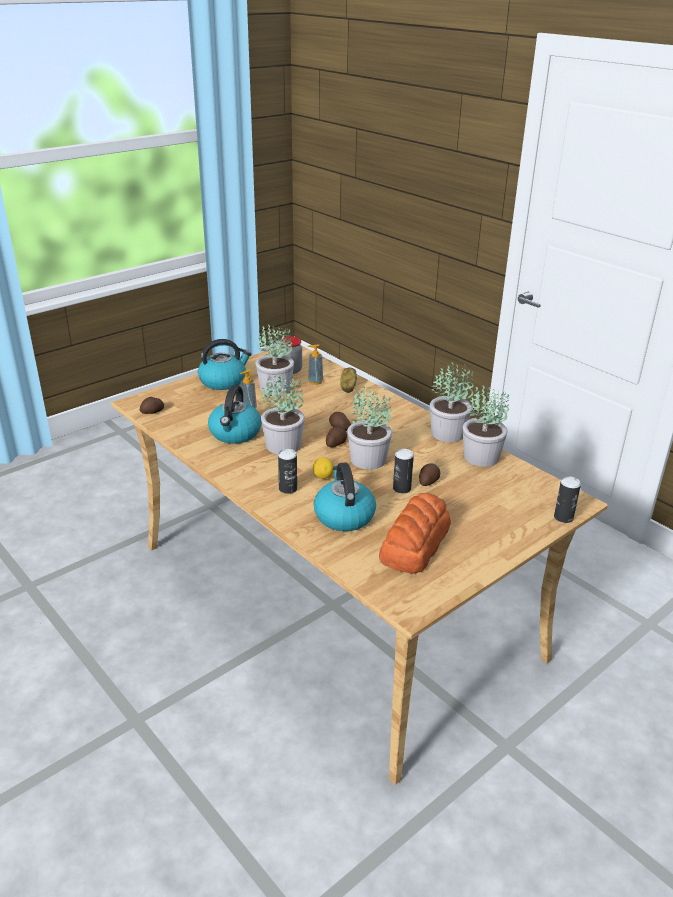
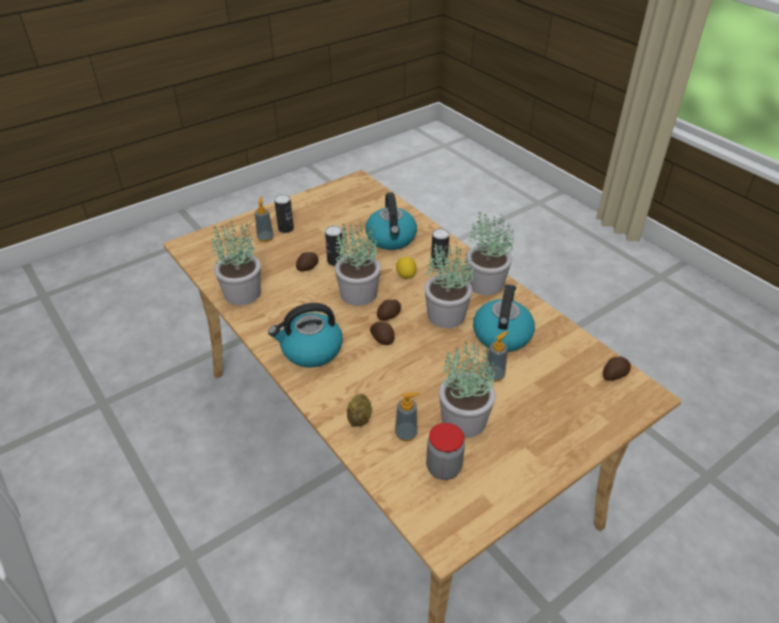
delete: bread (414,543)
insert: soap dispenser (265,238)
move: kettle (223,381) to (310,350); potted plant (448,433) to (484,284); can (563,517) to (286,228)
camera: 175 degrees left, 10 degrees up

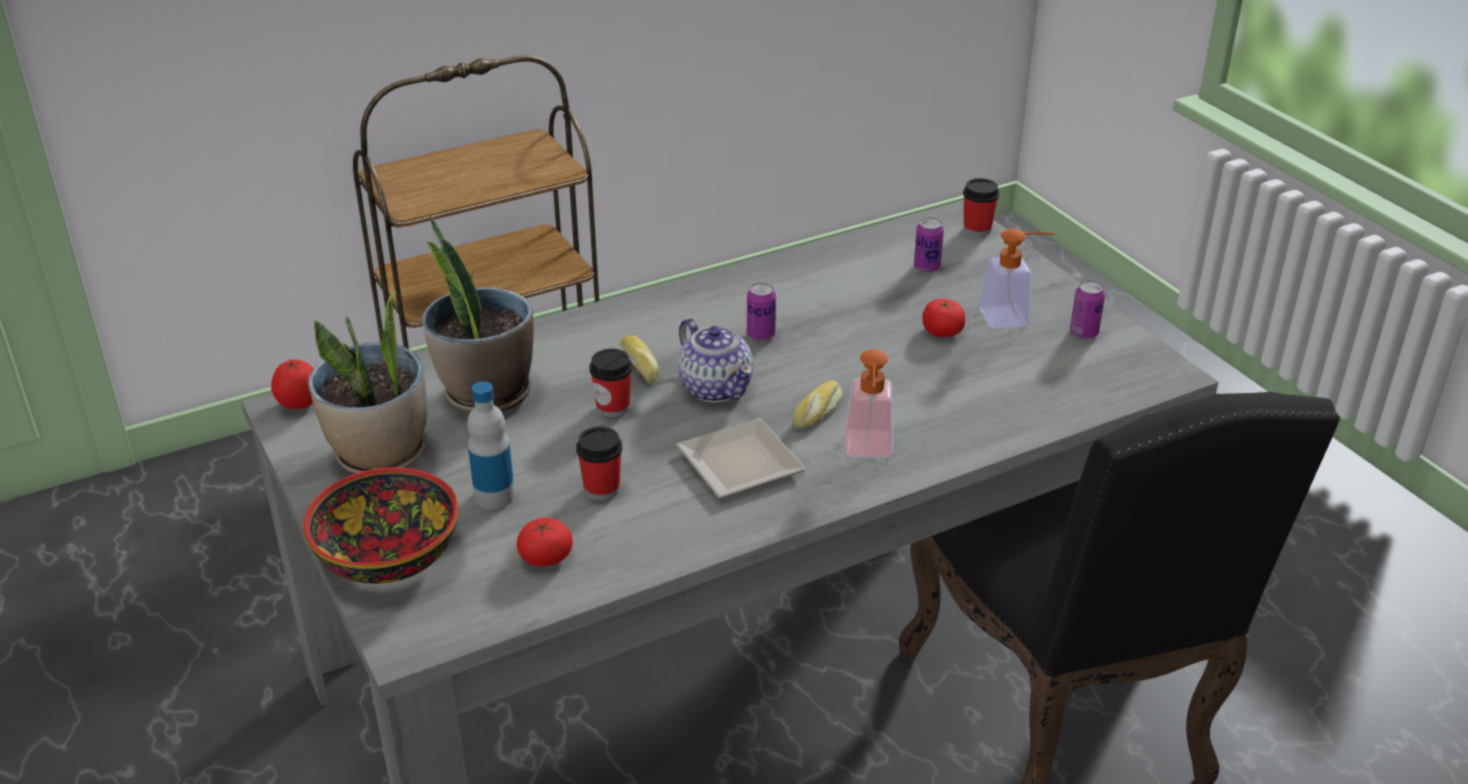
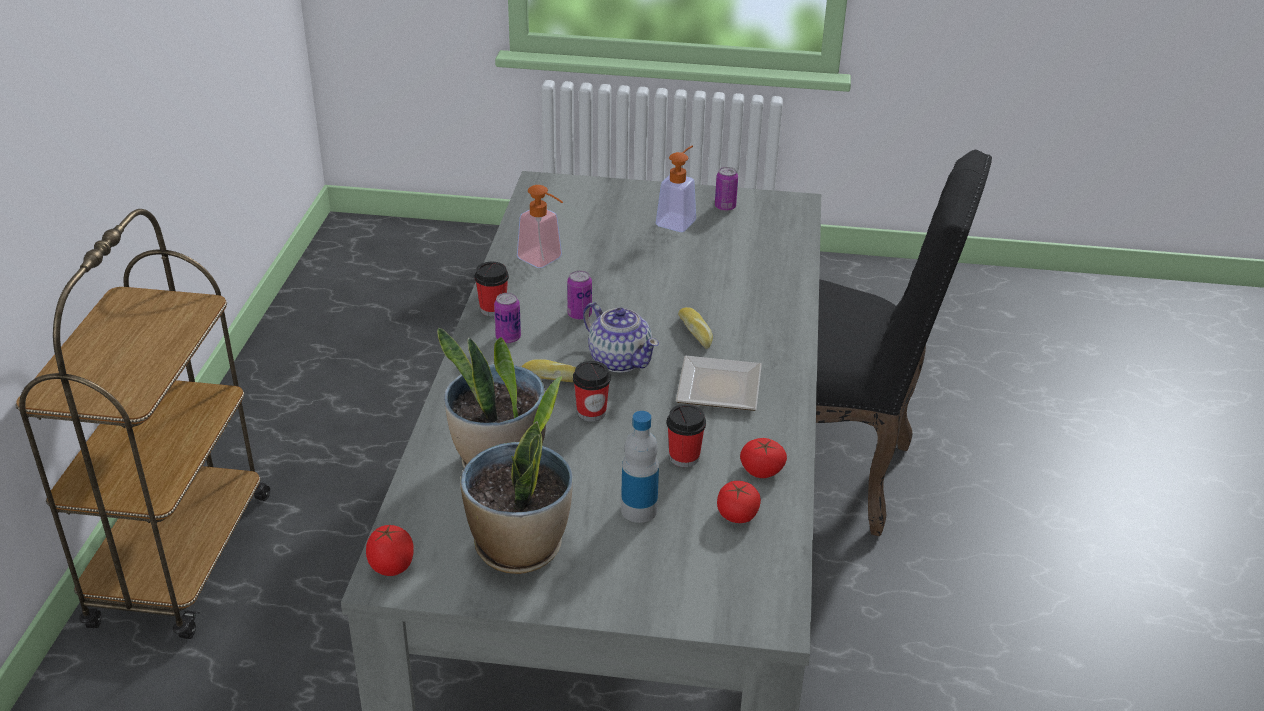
delete: bowl (390,556)
move: soap dispenser (868,452) to (545,261); can (926,267) to (508,338); tomato (942,331) to (761,470); cup (977,229) to (493,309)
rotate: teapot (715,387) = (620,359) 45 degrees clockwise
camera: 55 degrees left, 0 degrees up

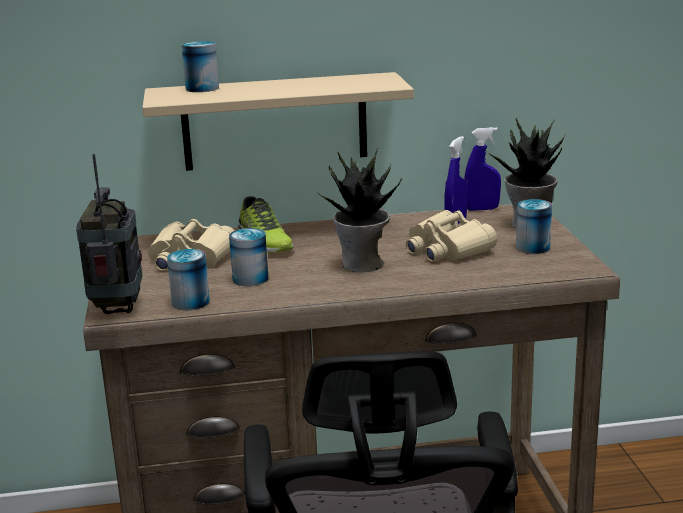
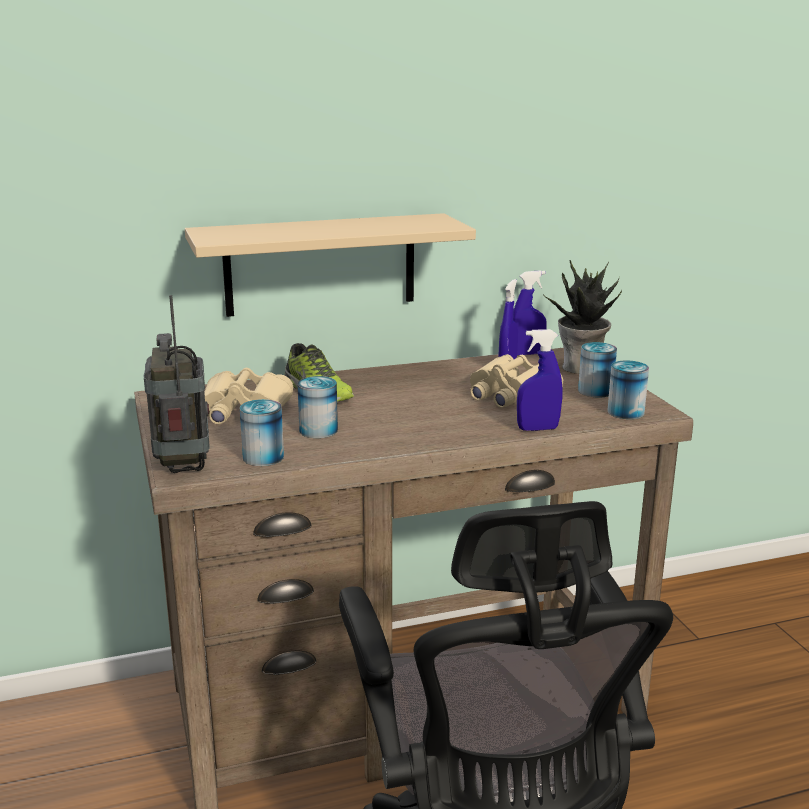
delete: potted plant (362,265)
insert: blue spray bottle (537,429)
move: can (202,88) to (625,412)
camera: 10 degrees left, 0 degrees up

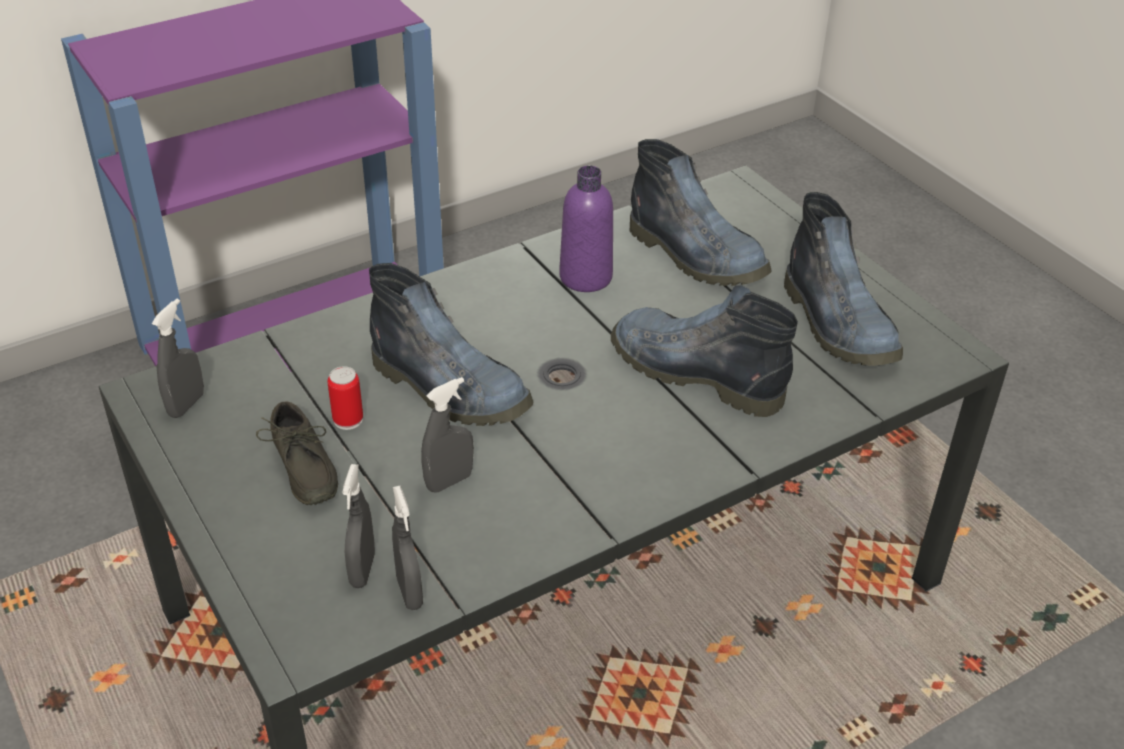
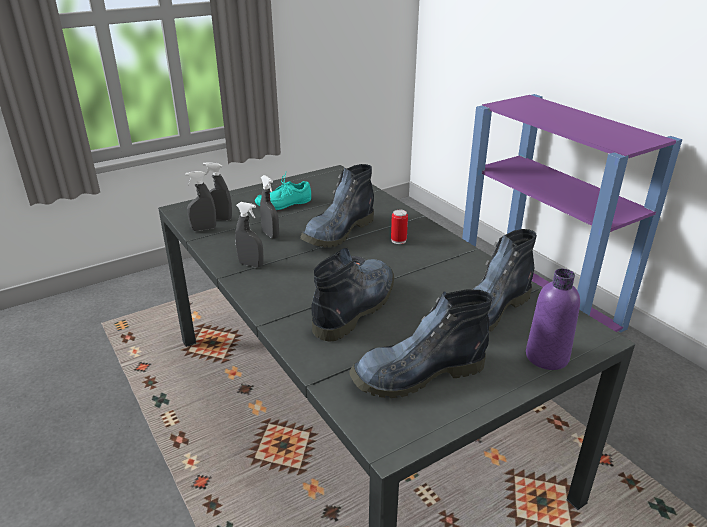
move: grey spray bottle (186,405) to (251,264); can (348,420) to (398,240); purple bottle (585,277) to (547,357)
recolor: grey shoe (300,471) to turquoise shoe (283,203)
camera: 90 degrees right, 10 degrees down

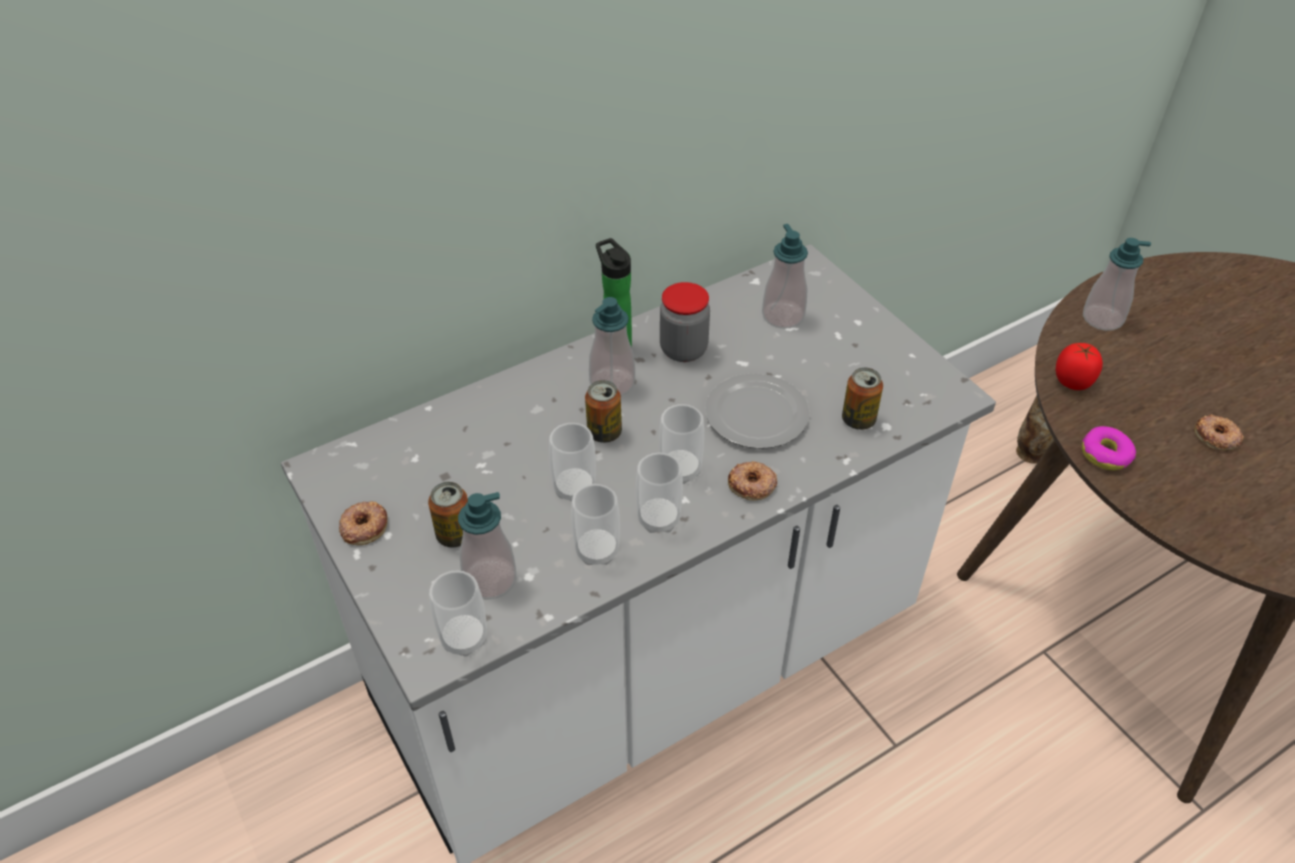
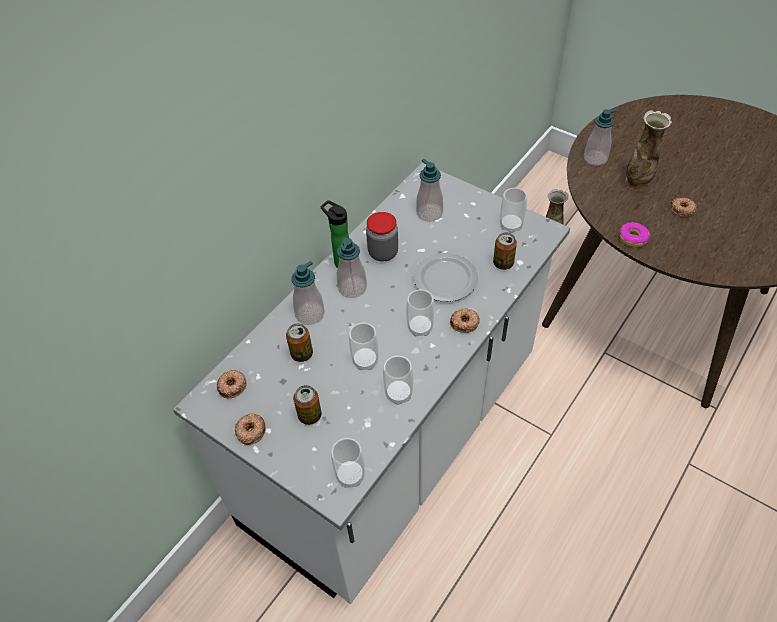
delete: tomato (1073,382)
insert: donut (232,385); vase (637,183)
move: soap dispenser (490,579) to (310,314); can (604,432) to (301,354); cup (658,519) to (511,225)
camera: 20 degrees left, 5 degrees up

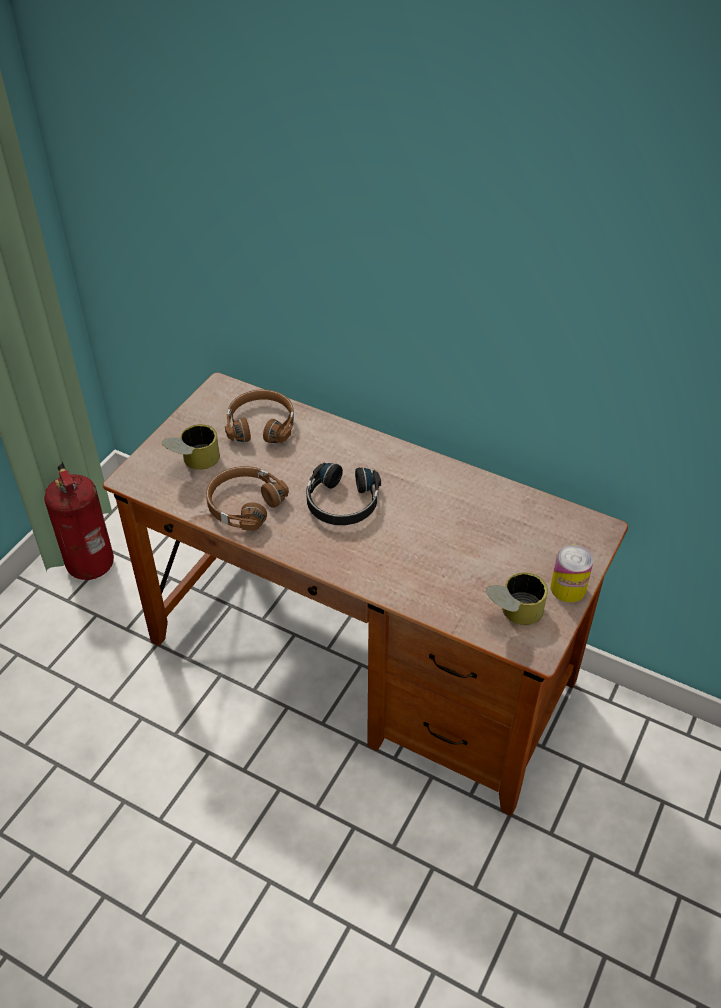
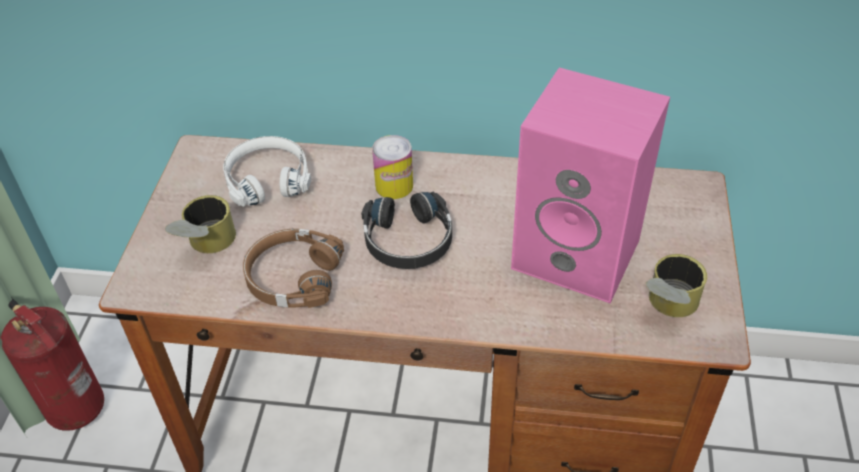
insert: pink speaker (579,253)
move: can (568,588) to (394,186)
recolor: brown headphones (261,424) to white headphones (267,179)
camera: 20 degrees left, 0 degrees up

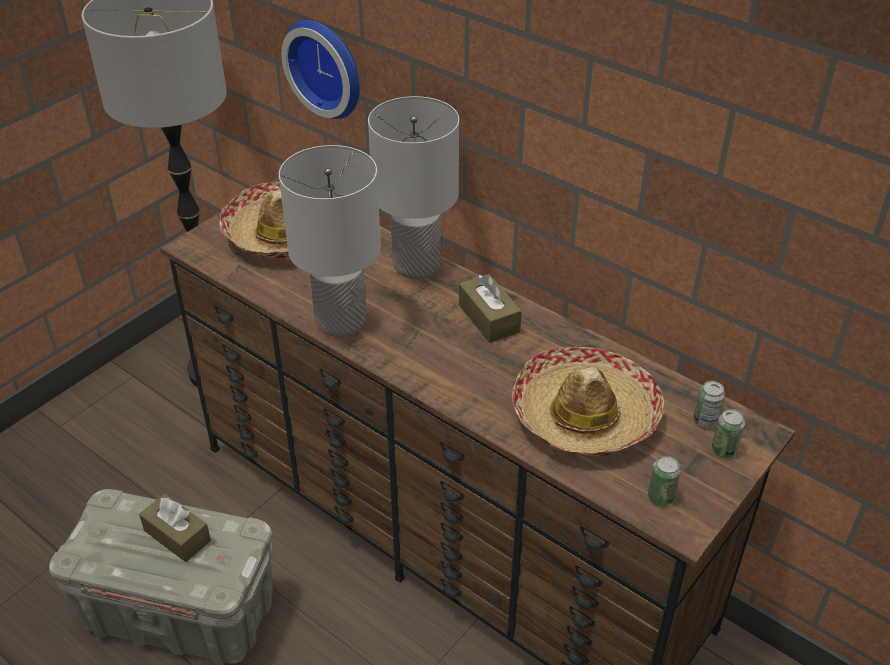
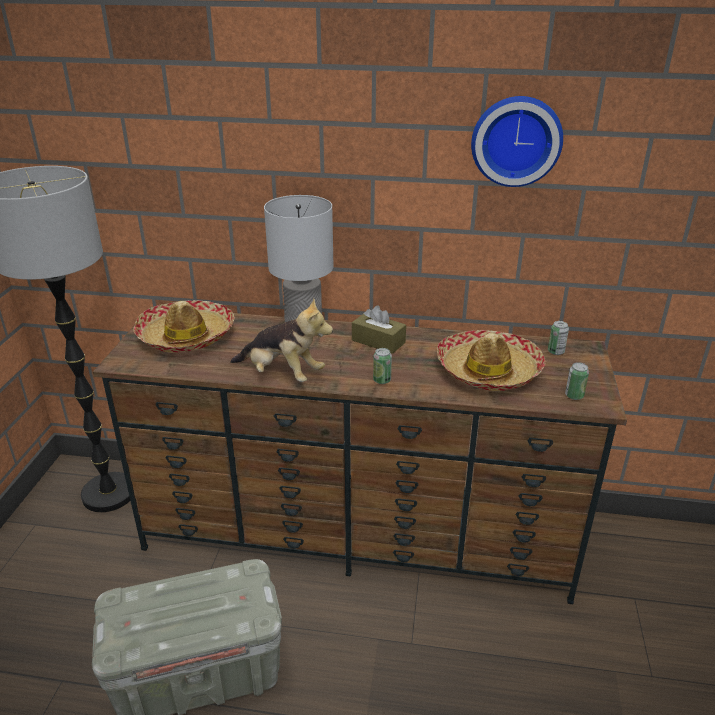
delete: brown tissue box (177,535)
move: wall clock (327,66) to (516,140); can (724,450) to (382,380)
replace: grey table lamp (340,324) to plush toy (282,374)
camera: 30 degrees left, 10 degrees down

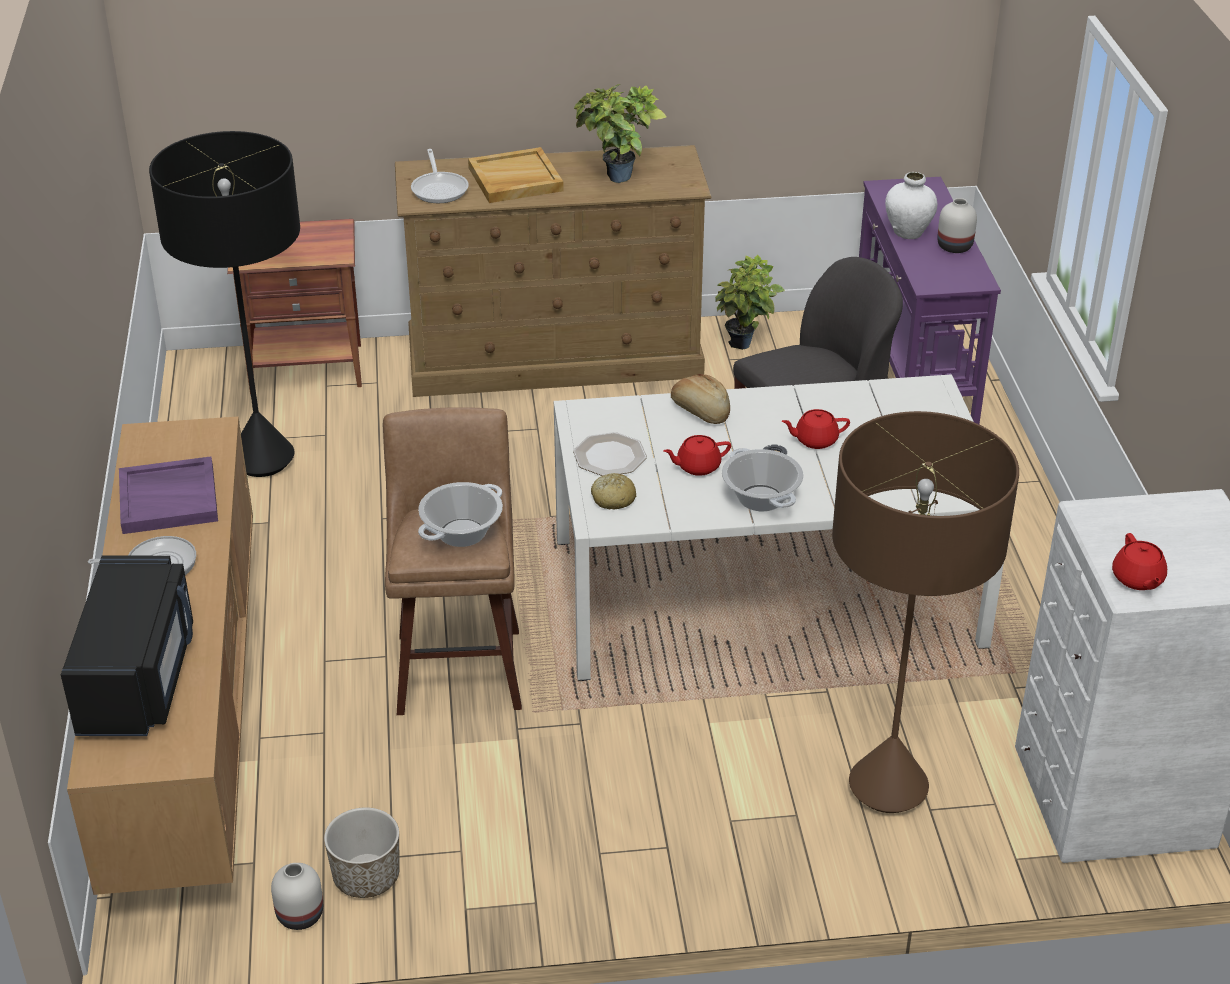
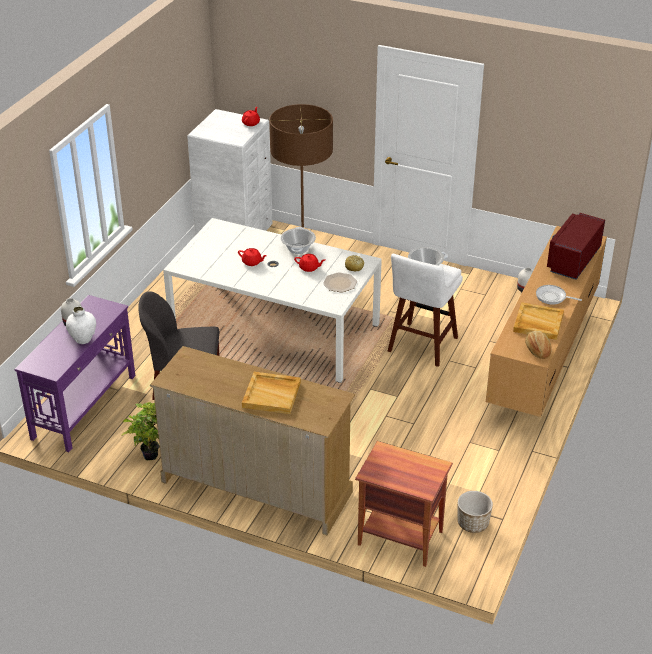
delete: black floor lamp (262,462); frying pan (439,189); potted plant (617,180)
move: planter (366,876) to (473,523); bread (700,411) to (537,350)
recolor: black microwave (139,678) to red microwave (572,260); purple tray (169,498) to beige tray (537,323); brown stool (459,666) to white stool (421,346)
camera: 150 degrees left, 0 degrees up

